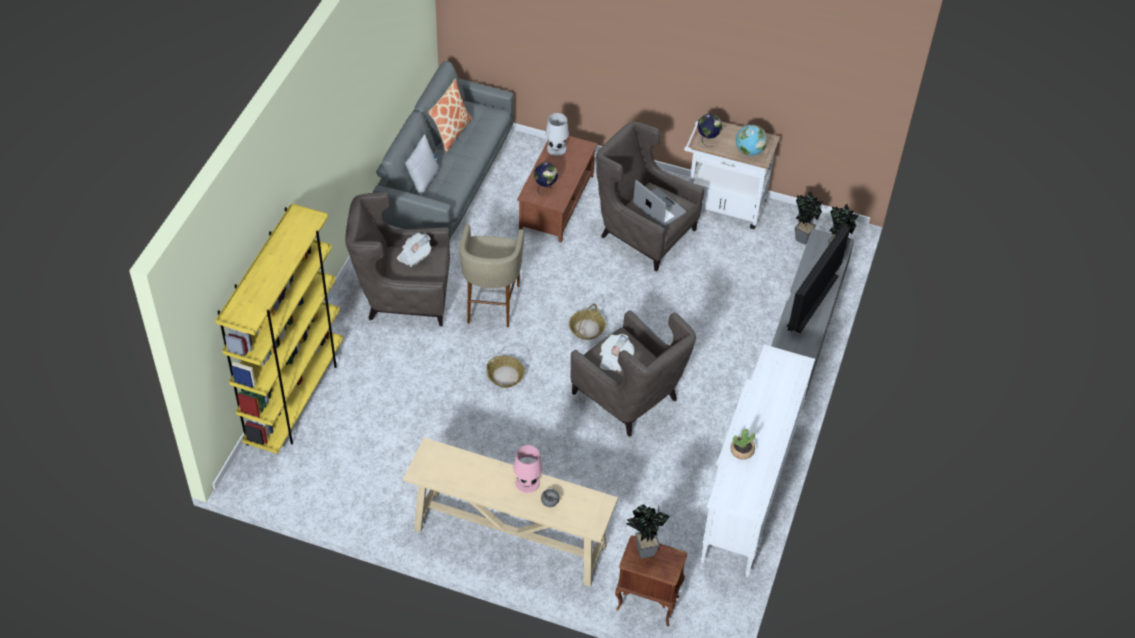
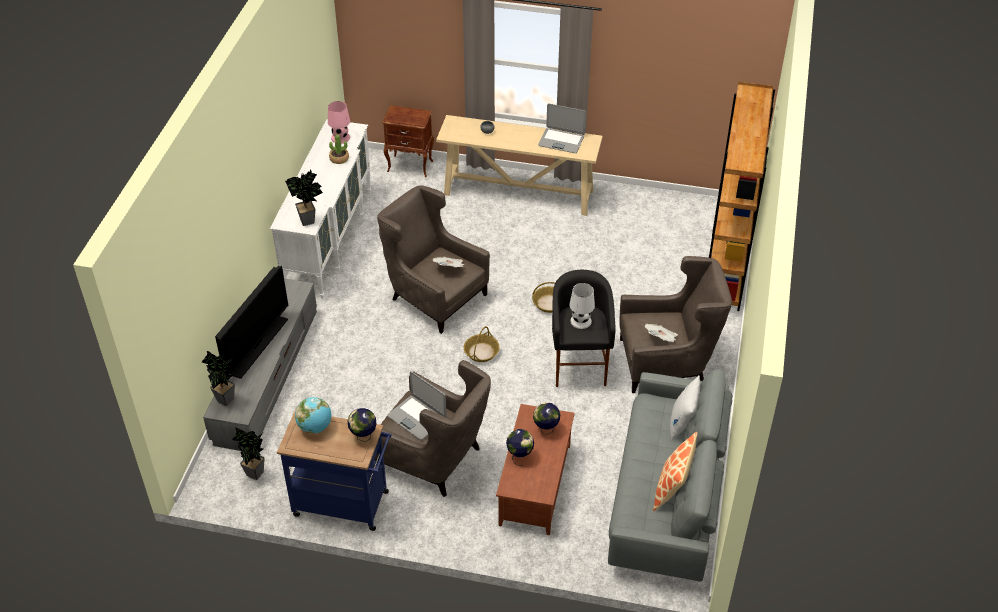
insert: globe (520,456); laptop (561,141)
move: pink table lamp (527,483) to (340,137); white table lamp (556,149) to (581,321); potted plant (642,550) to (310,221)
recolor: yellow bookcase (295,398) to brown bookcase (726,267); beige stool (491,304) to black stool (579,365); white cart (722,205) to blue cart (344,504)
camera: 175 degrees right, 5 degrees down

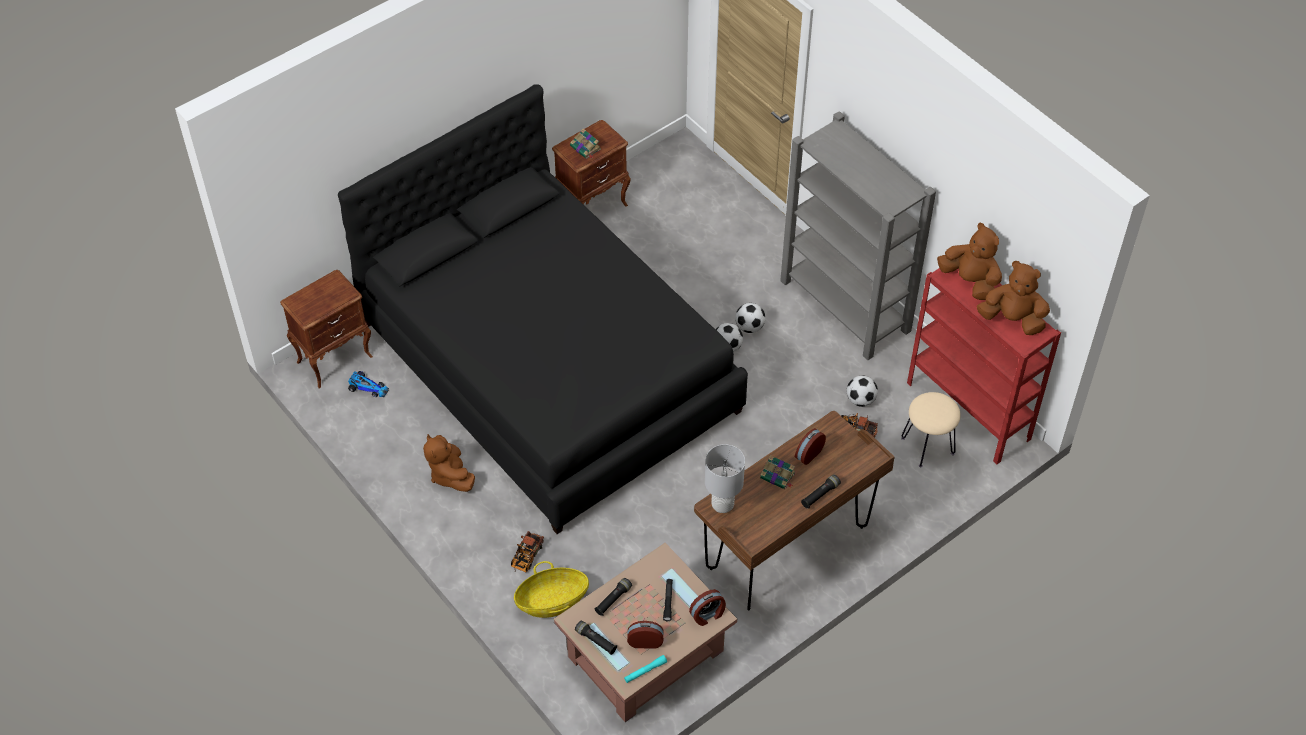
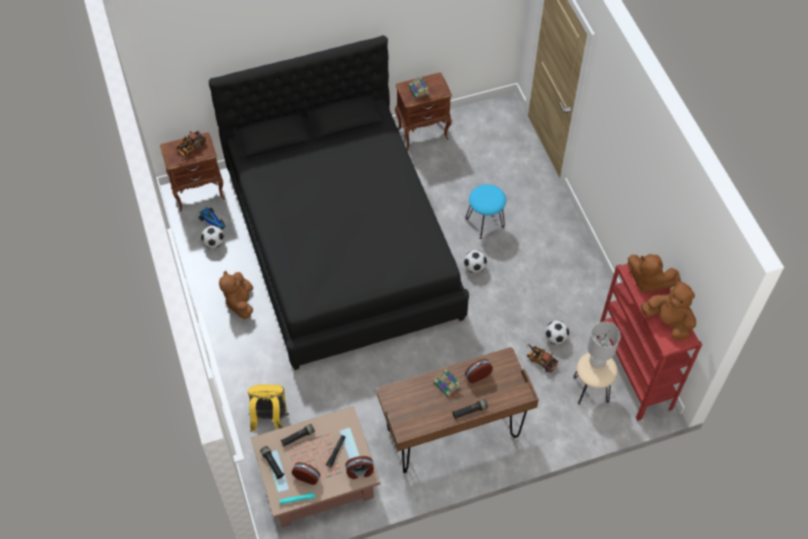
delete: grey bookcase (845,305)
insert: turquoise stool (485,223)
move: toy truck (526,558) to (190,148); grey table lamp (722,505) to (597,362); football (749,327) to (214,243)
replace: basket (552,601) to yellow backpack (270,419)
rotate: brown plush toy (970,281) = (648,281) 150 degrees clockwise
camera: 20 degrees right, 5 degrees up

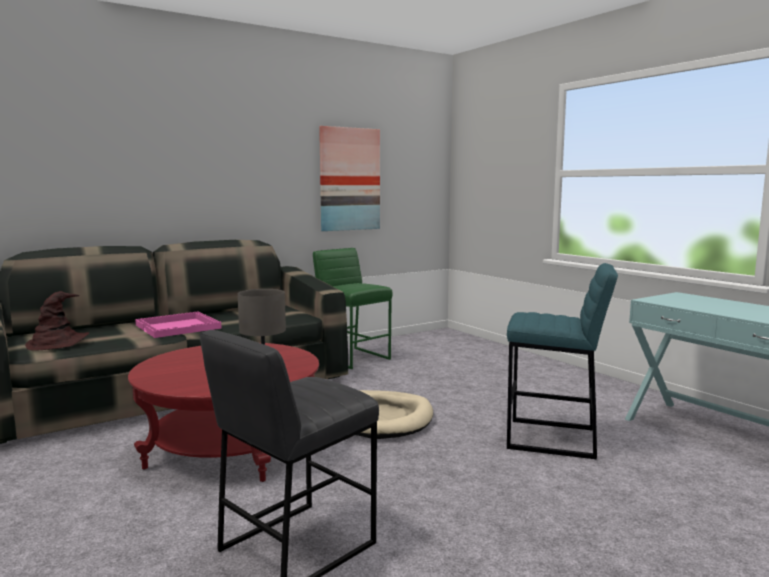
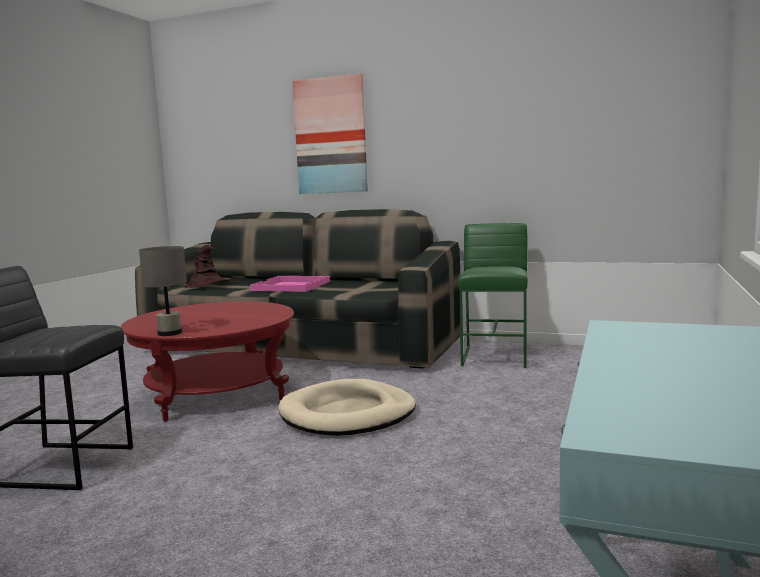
delete: turquoise stool (554,439)
move: picture (349,179) to (331,136)
camera: 55 degrees right, 0 degrees up

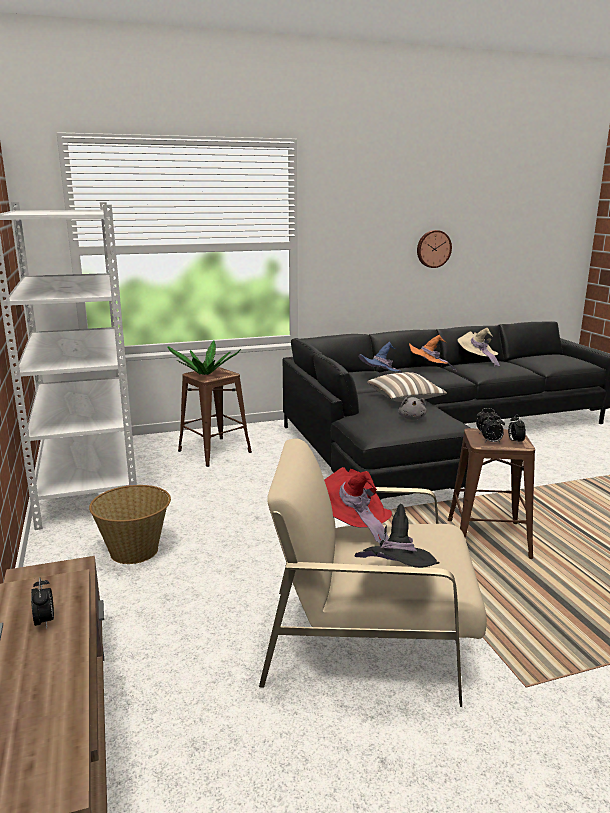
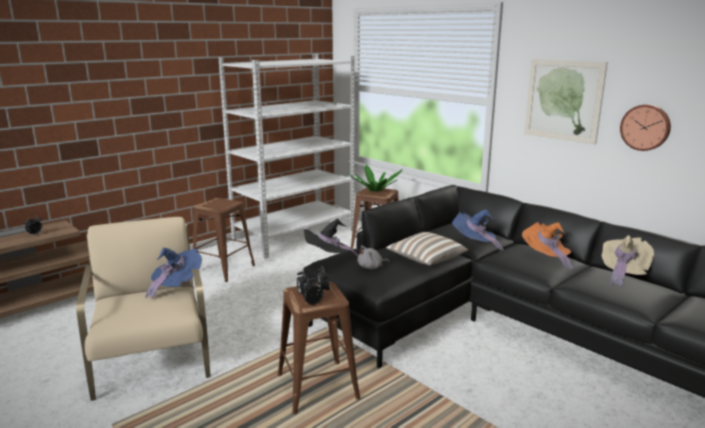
insert: picture (563,100)
move: black hat (396,581) to (328,259)
replace: basket (135,551) to brown stool (224,269)
recolor: red hat (354,526) to blue hat (176,286)
camera: 65 degrees right, 0 degrees up

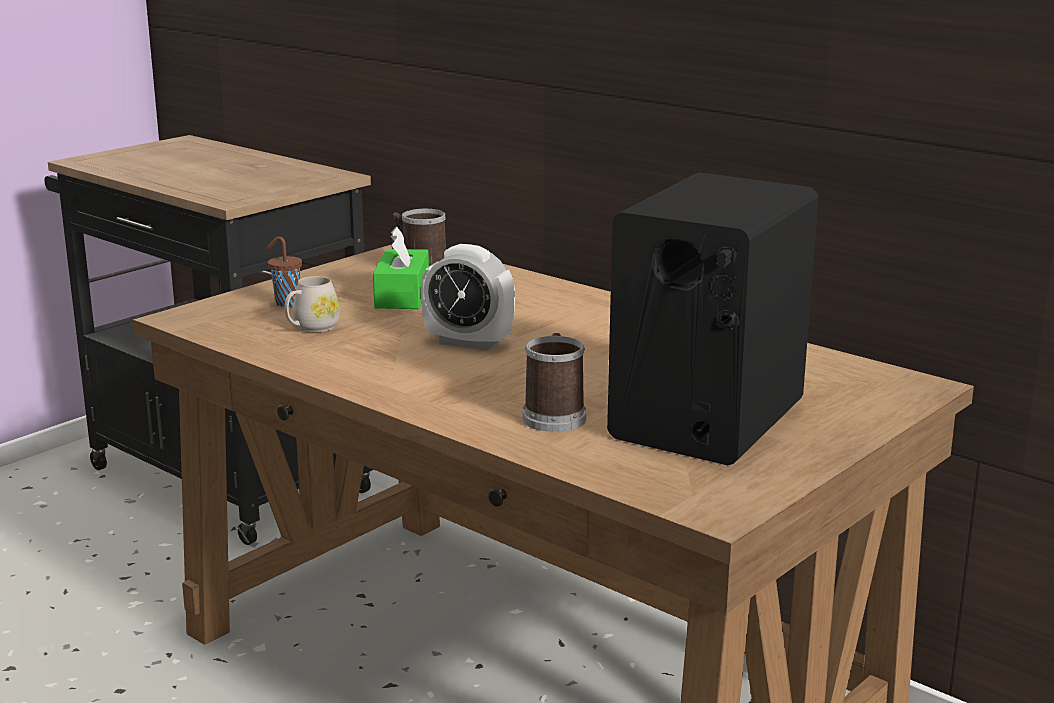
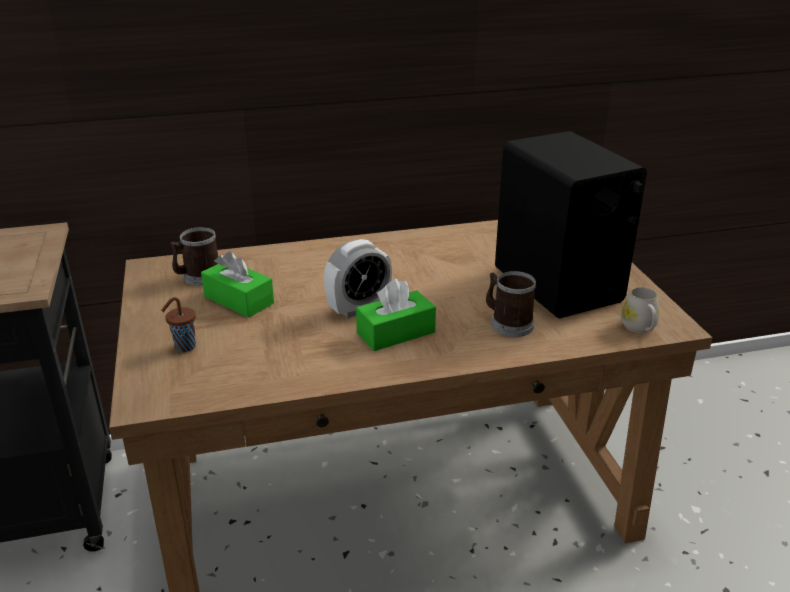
insert: green tissue box (396,333)
move: white mug (311,328) to (640,328)
camera: 55 degrees left, 10 degrees up

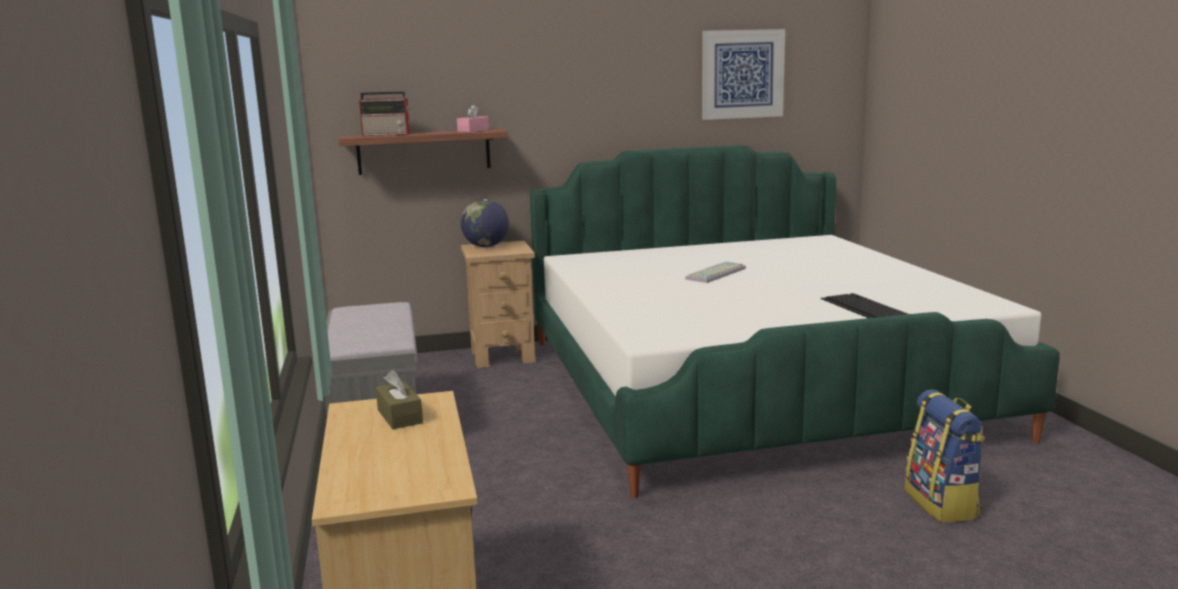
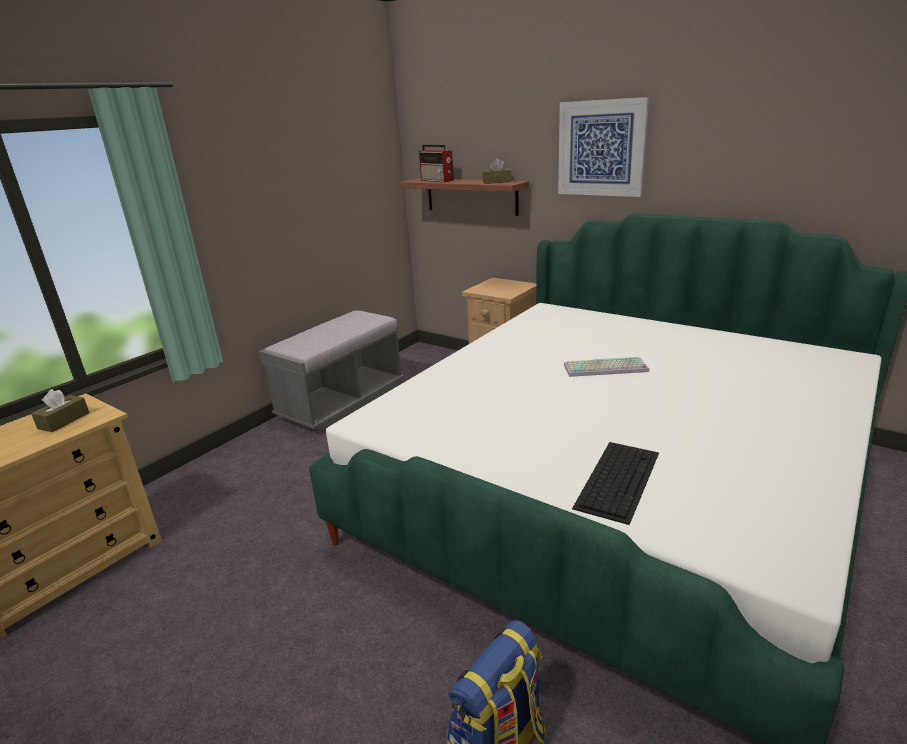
delete: globe (486,246)
move: picture (742,74) to (601,148)
recolor: pink tissue box (473,130) to brown tissue box (496,182)
camera: 50 degrees right, 10 degrees up

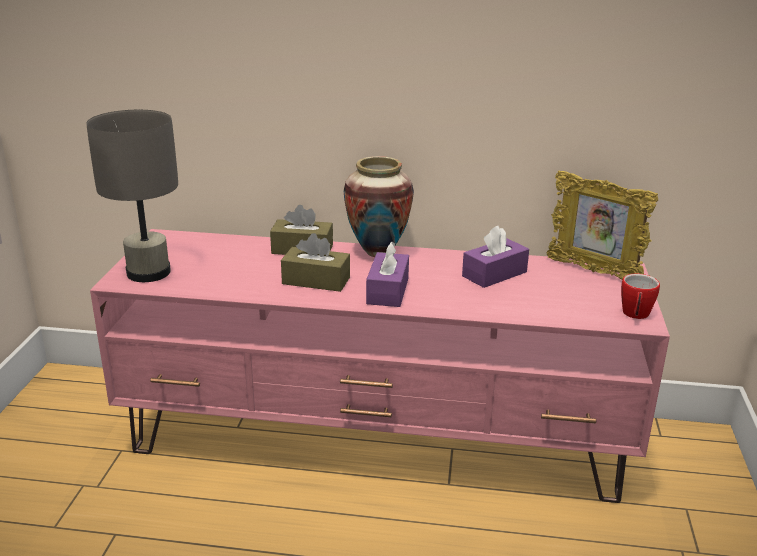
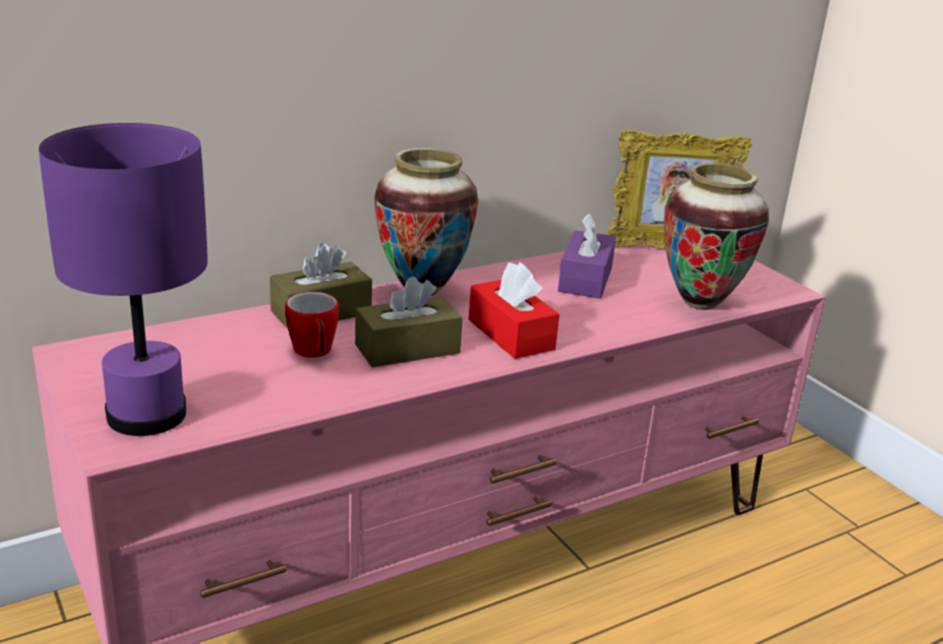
insert: vase (700,303)
move: mug (635,315) to (314,353)
recolor: grey table lamp (149,272) to purple table lamp (147,414); purple tissue box (387,291) to red tissue box (511,334)
camera: 40 degrees left, 0 degrees up

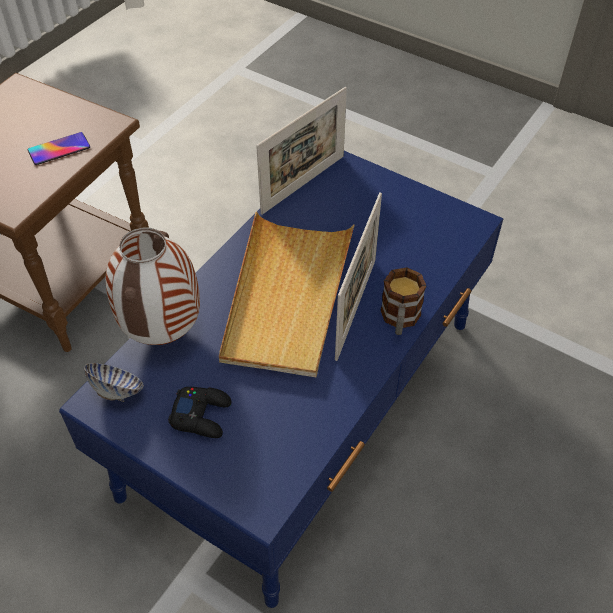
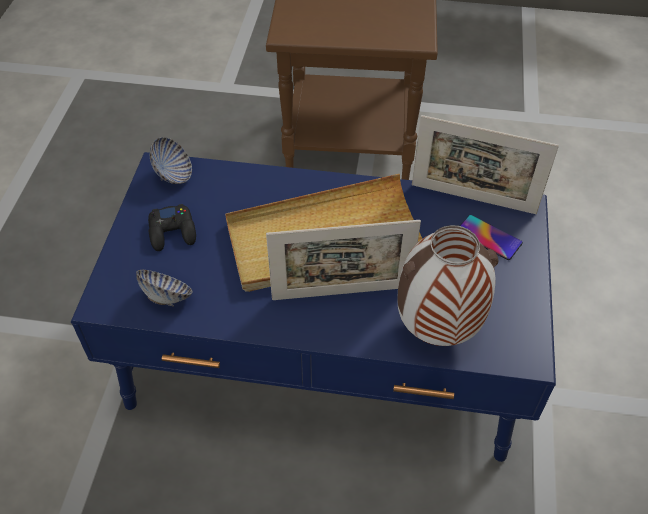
delete: mug (399,319)
insert: bowl (167,297)
move: phone (59,149) to (488,237); vase (164,334) to (436,331)
camera: 65 degrees right, 0 degrees up

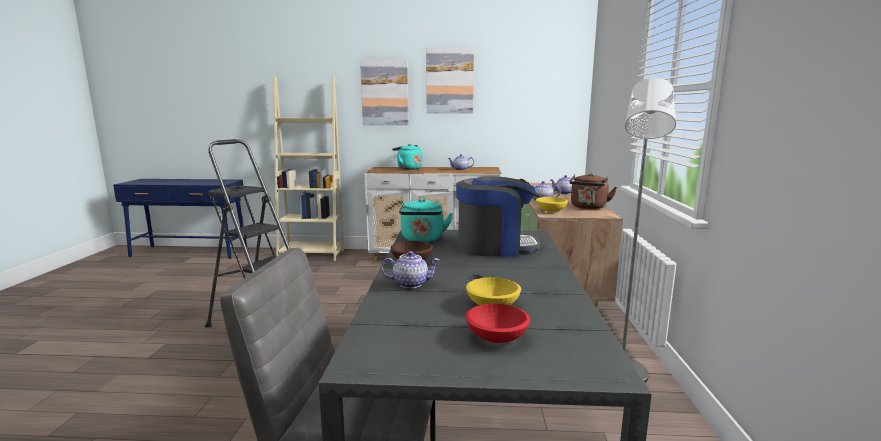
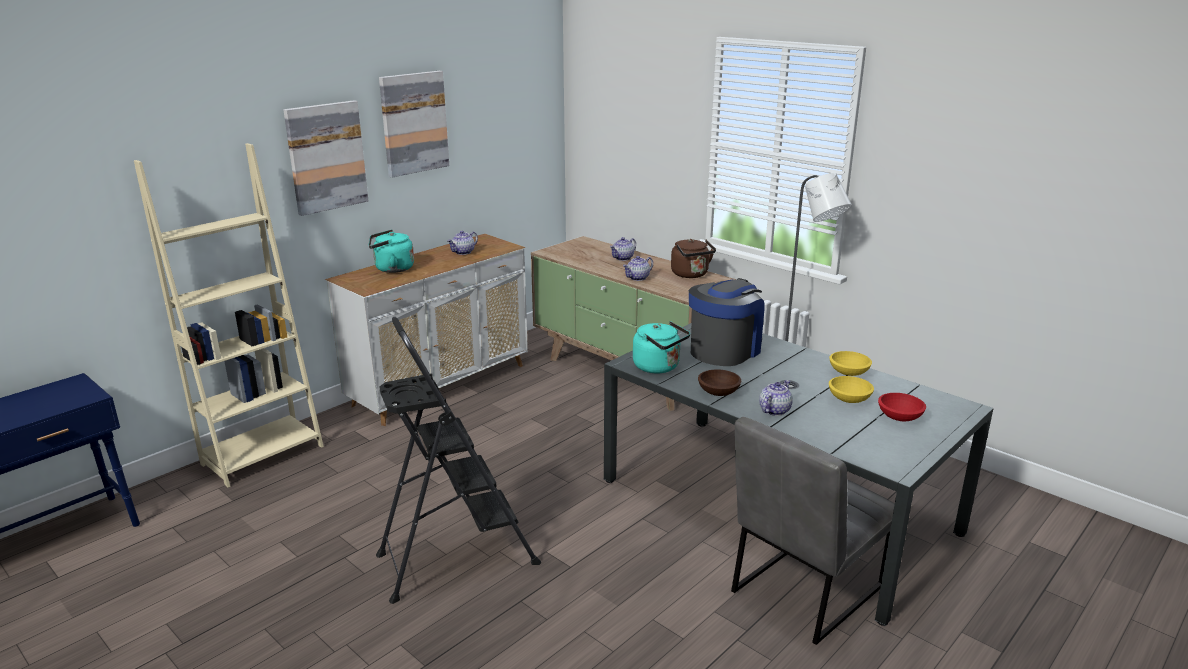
move: yellow bowl (551,211) to (848,372)
camera: 50 degrees left, 10 degrees up

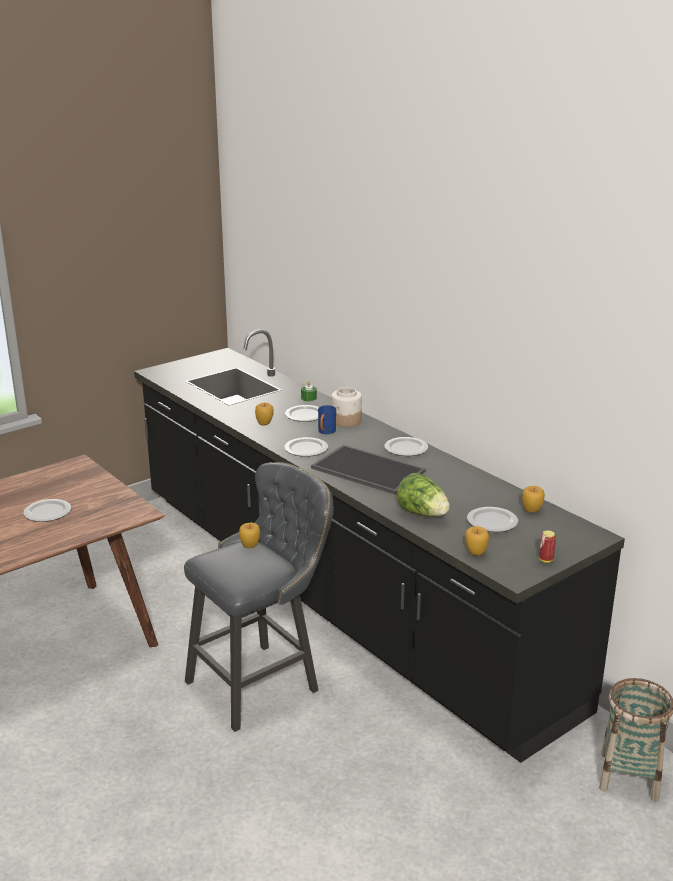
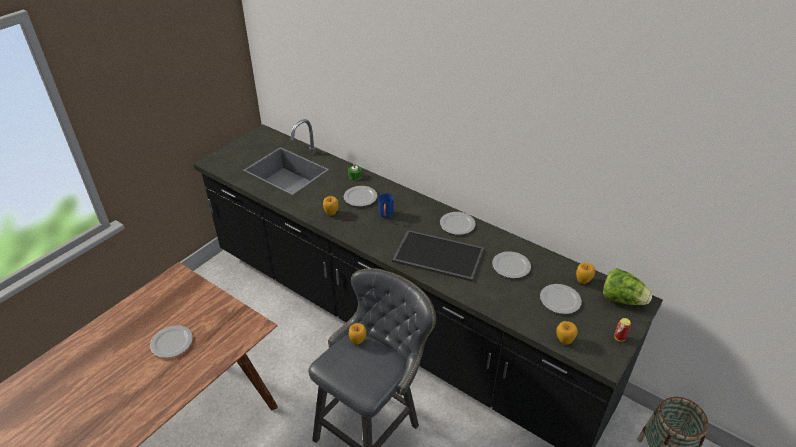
delete: jar (346,421)
move: plate (306,449) to (510,265); lettuce (422,513) to (622,299)
camera: 15 degrees left, 15 degrees up

